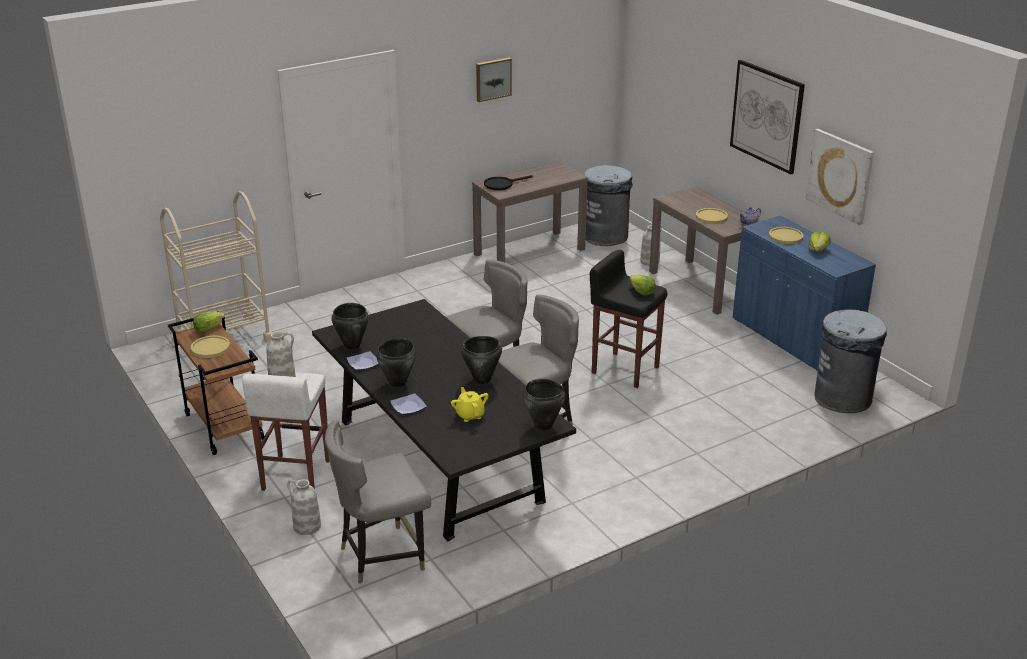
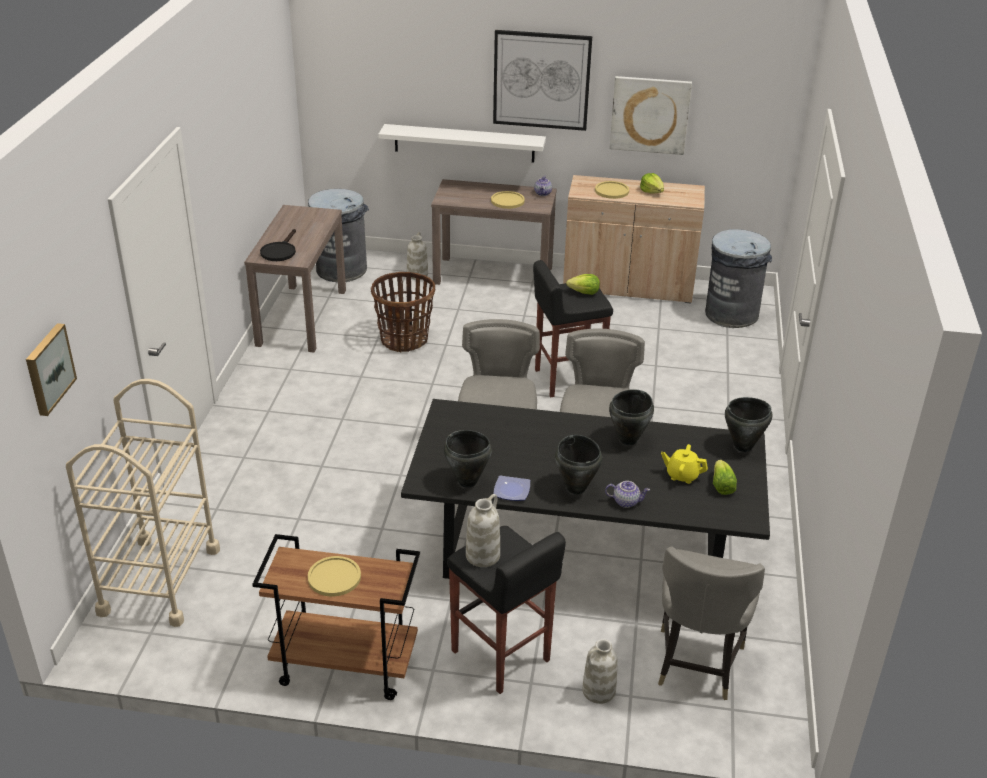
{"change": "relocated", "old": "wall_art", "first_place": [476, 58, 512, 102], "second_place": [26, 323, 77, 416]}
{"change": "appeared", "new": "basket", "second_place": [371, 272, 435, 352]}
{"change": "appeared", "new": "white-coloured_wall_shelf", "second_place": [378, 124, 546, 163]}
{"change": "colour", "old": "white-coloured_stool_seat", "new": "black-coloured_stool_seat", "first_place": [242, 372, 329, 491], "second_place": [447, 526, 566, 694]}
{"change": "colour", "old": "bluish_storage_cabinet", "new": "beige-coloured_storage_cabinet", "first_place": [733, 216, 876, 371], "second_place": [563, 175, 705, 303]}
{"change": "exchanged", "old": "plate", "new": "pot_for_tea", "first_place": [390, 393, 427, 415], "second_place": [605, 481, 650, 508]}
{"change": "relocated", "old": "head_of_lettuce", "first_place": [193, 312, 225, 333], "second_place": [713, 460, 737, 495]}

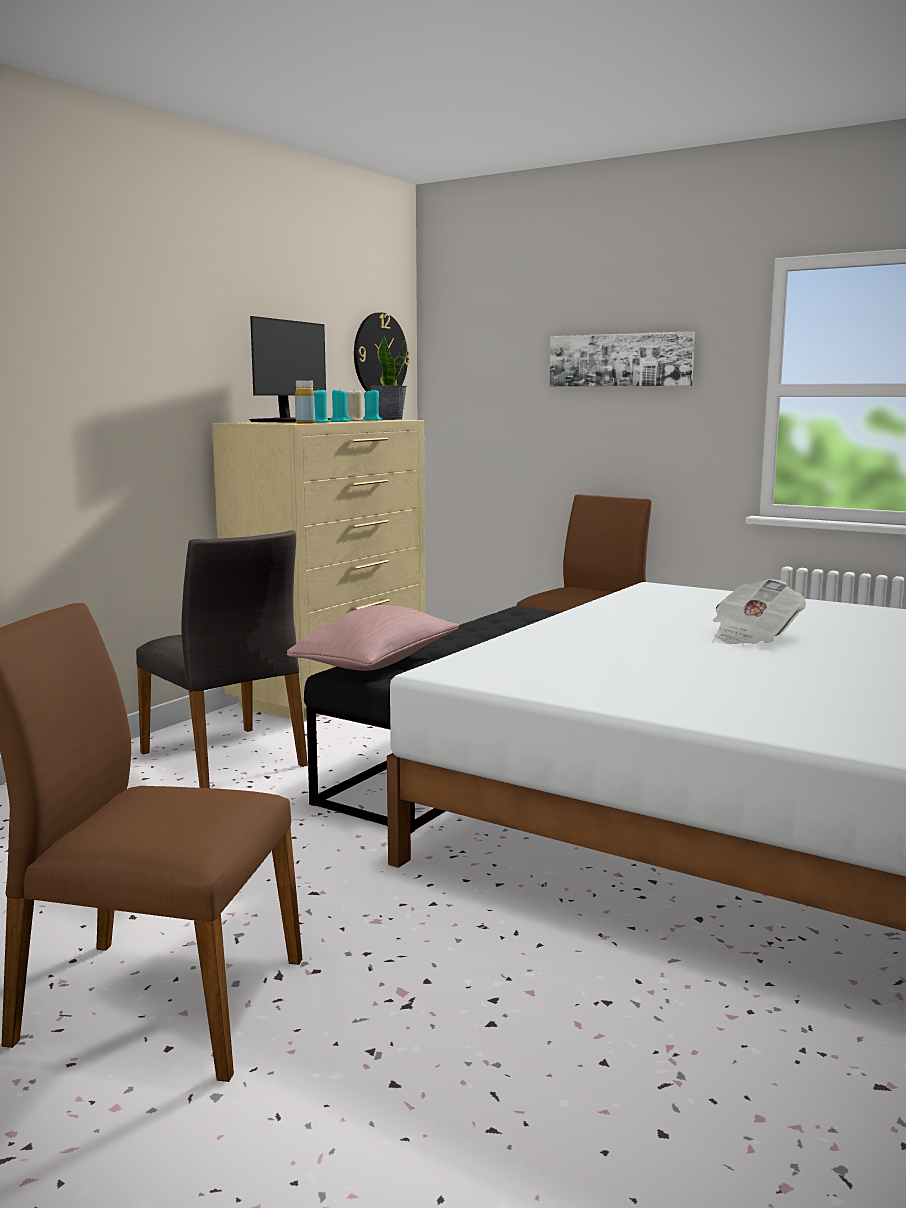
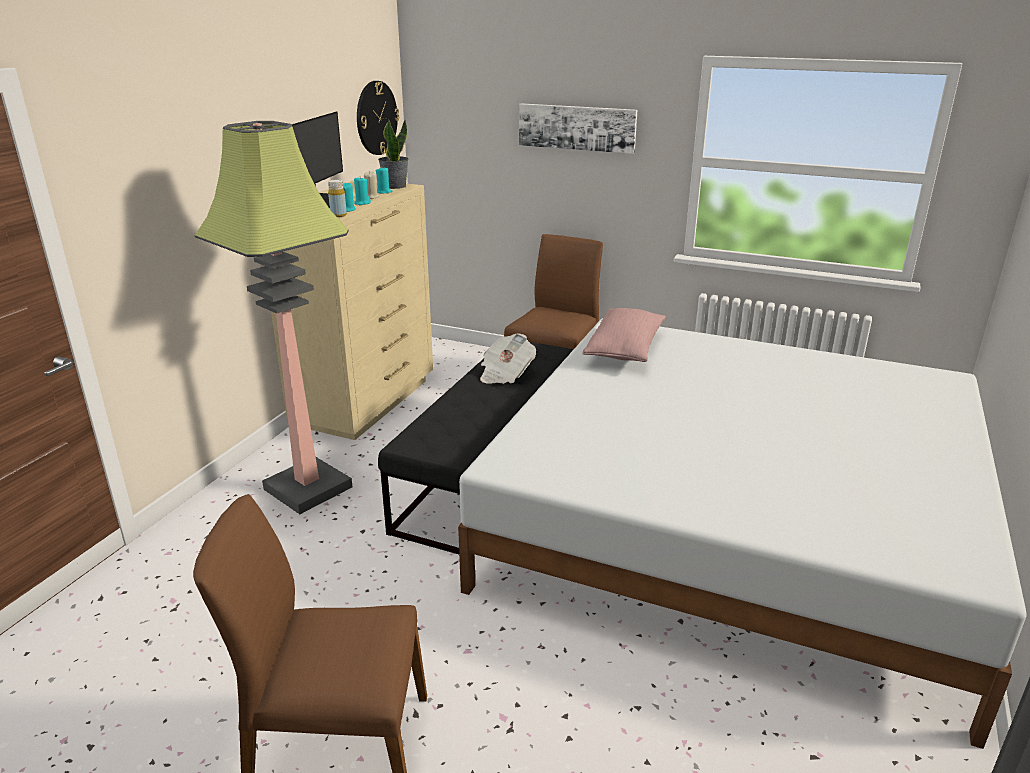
{"change": "exchanged", "old": "grey_upright_chair", "new": "standard_lamp", "first_place": [136, 530, 308, 788], "second_place": [195, 121, 353, 514]}
{"change": "relocated", "old": "newspaper", "first_place": [712, 579, 806, 644], "second_place": [480, 333, 536, 384]}
{"change": "relocated", "old": "pink_cushion", "first_place": [287, 605, 459, 671], "second_place": [583, 308, 666, 362]}

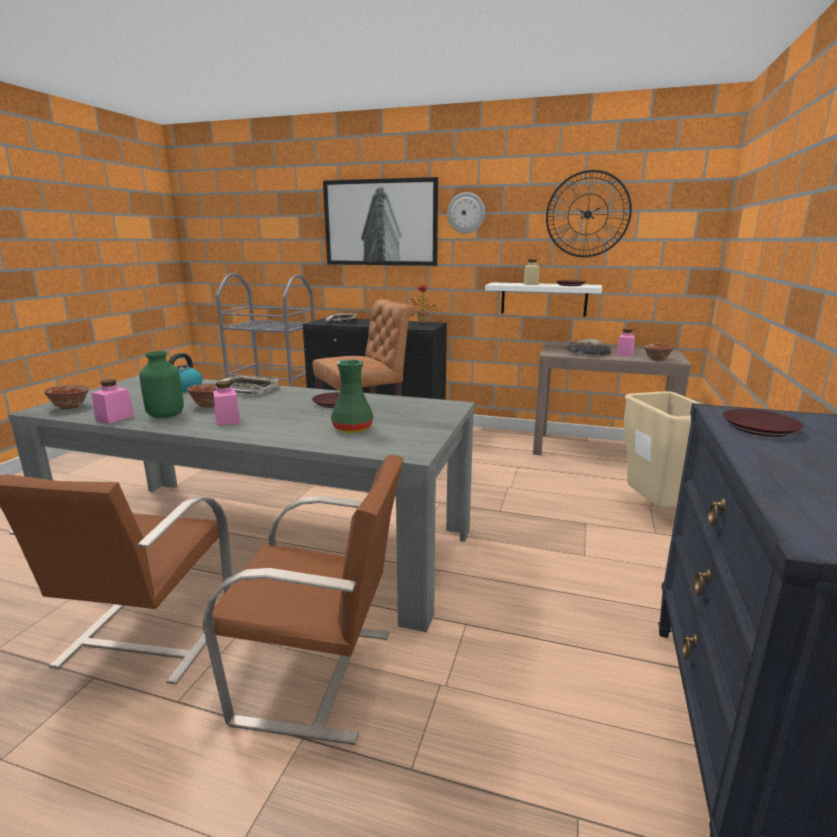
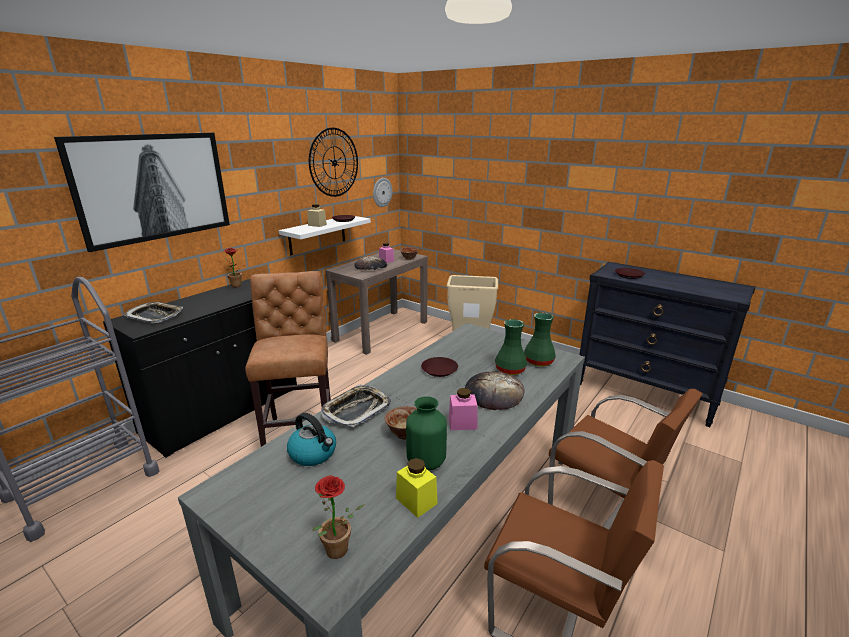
{"change": "exchanged", "old": "bowl", "new": "houseplant", "first_place": [44, 385, 89, 409], "second_place": [312, 475, 365, 559]}
{"change": "relocated", "old": "hanging_clock", "first_place": [447, 192, 485, 234], "second_place": [373, 178, 393, 207]}
{"change": "colour", "old": "pink_preserve_jar", "new": "yellow_preserve_jar", "first_place": [92, 379, 134, 424], "second_place": [396, 458, 438, 518]}
{"change": "appeared", "new": "bakery_bread", "second_place": [465, 372, 524, 410]}
{"change": "appeared", "new": "greenish_flower_vase", "second_place": [524, 312, 556, 367]}
{"change": "spun", "old": "brown_upright_chair", "first_place": [203, 454, 404, 745], "second_place": [548, 389, 703, 530], "degrees": 105}

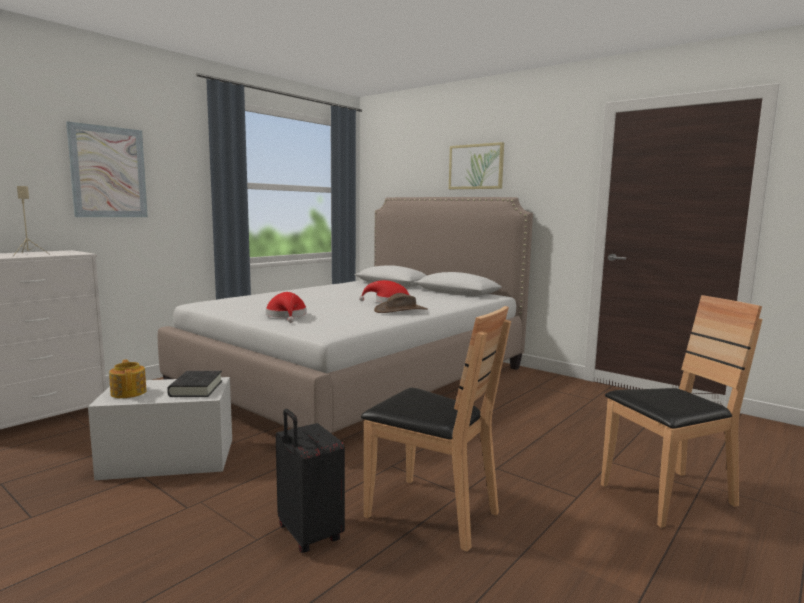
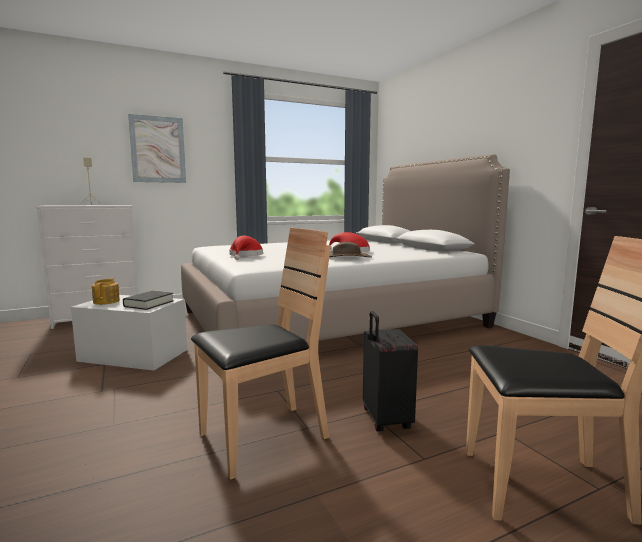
{"change": "spun", "old": "brown_upright_chair", "first_place": [361, 306, 511, 552], "second_place": [191, 228, 331, 480], "degrees": -90}
{"change": "relocated", "old": "black-coloured_piece_of_luggage", "first_place": [276, 409, 345, 553], "second_place": [363, 311, 418, 432]}
{"change": "missing", "old": "wall_art", "first_place": [449, 142, 504, 189]}

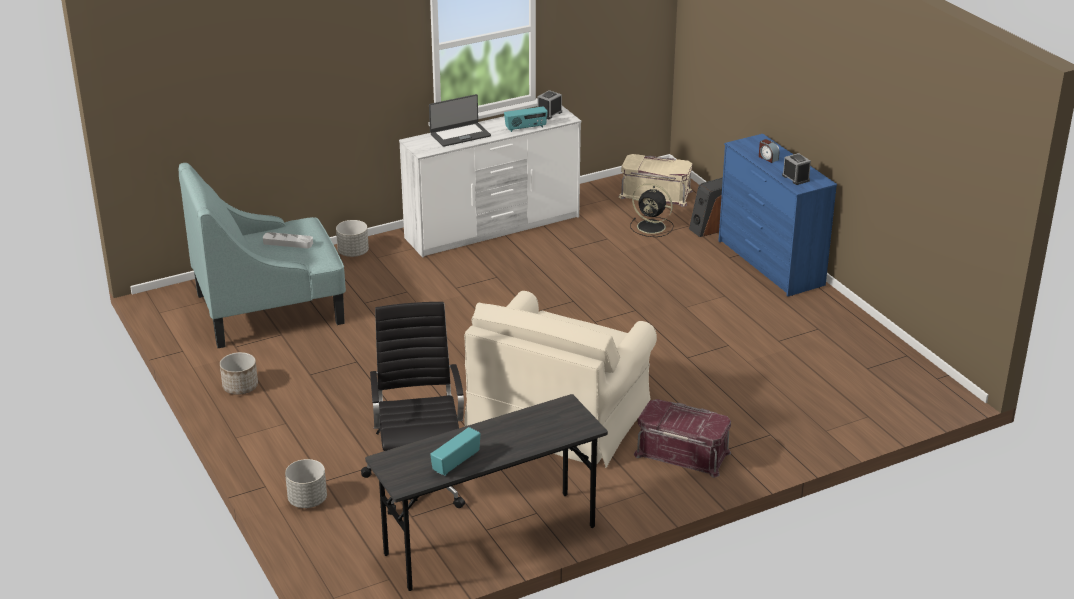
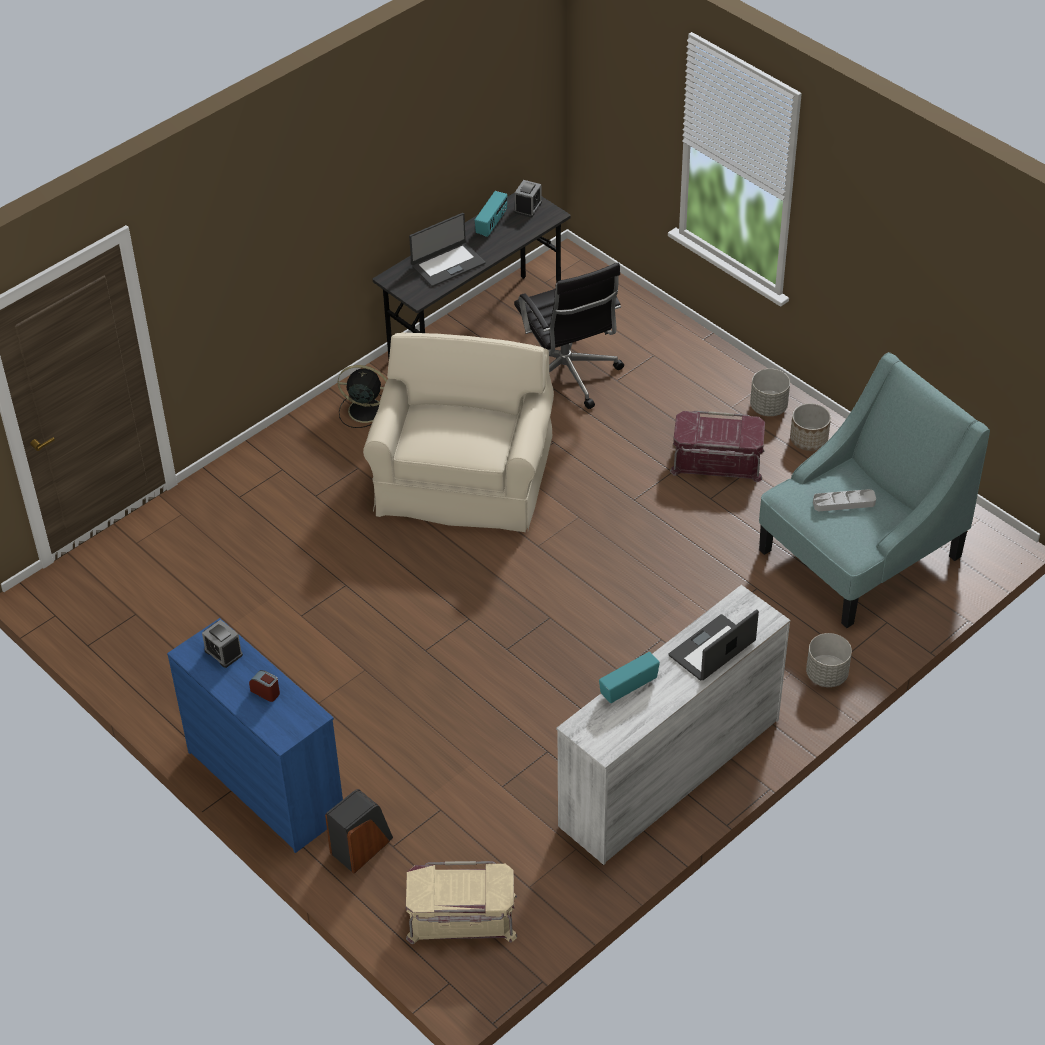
{"change": "relocated", "old": "black-coloured_fan", "first_place": [631, 183, 674, 237], "second_place": [338, 365, 387, 428]}
{"change": "appeared", "new": "notebook_computer", "second_place": [409, 213, 485, 287]}
{"change": "relocated", "old": "table_clock", "first_place": [538, 90, 562, 119], "second_place": [515, 180, 542, 217]}
{"change": "relocated", "old": "red_storage_bin", "first_place": [634, 399, 731, 478], "second_place": [670, 411, 765, 482]}
{"change": "relocated", "old": "grey_flower_pot", "first_place": [285, 459, 327, 508], "second_place": [750, 369, 790, 416]}

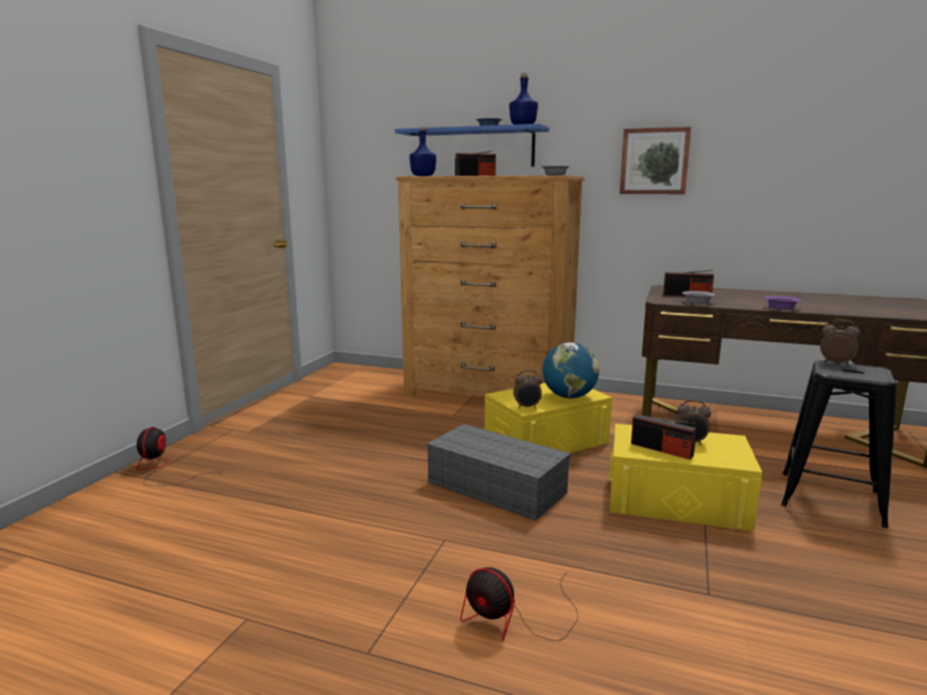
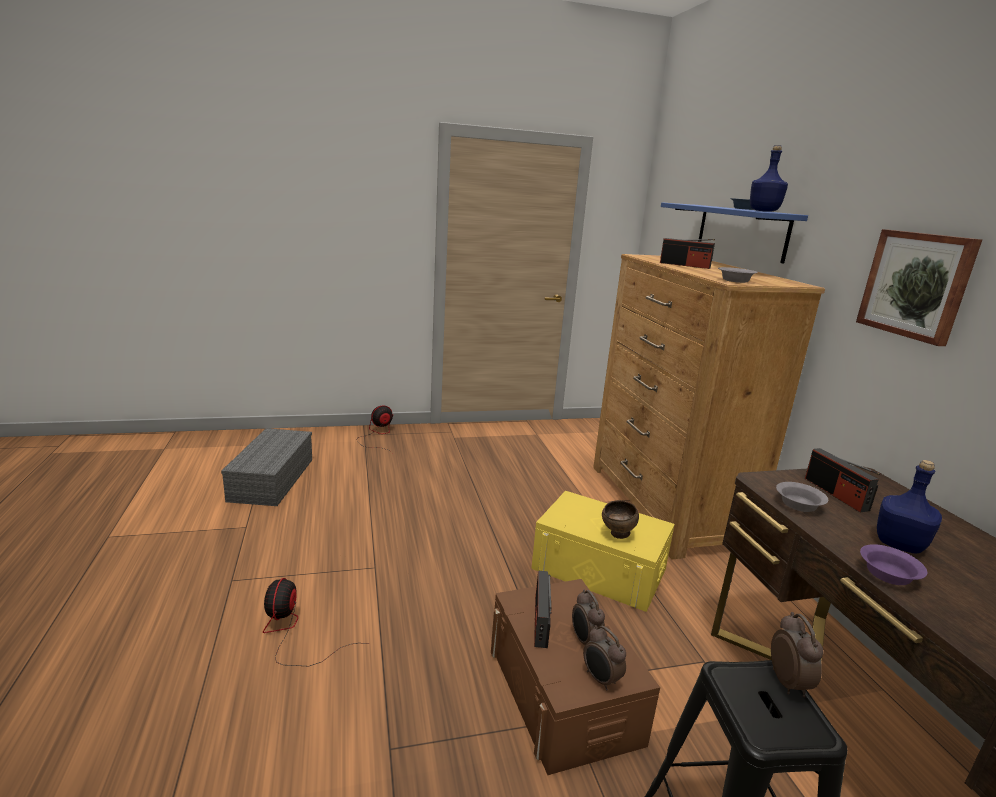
{"change": "relocated", "old": "grey_storage_bin", "first_place": [426, 424, 571, 521], "second_place": [221, 428, 312, 506]}
{"change": "colour", "old": "yellow_storage_bin", "new": "brown_storage_bin", "first_place": [609, 424, 762, 531], "second_place": [491, 579, 660, 775]}
{"change": "relocated", "old": "table_clock", "first_place": [513, 370, 542, 408], "second_place": [583, 625, 626, 691]}
{"change": "exchanged", "old": "globe", "new": "brown_bowl", "first_place": [542, 342, 599, 398], "second_place": [602, 500, 639, 539]}
{"change": "relocated", "old": "bluish_beverage_bottle", "first_place": [410, 126, 436, 176], "second_place": [877, 460, 942, 554]}

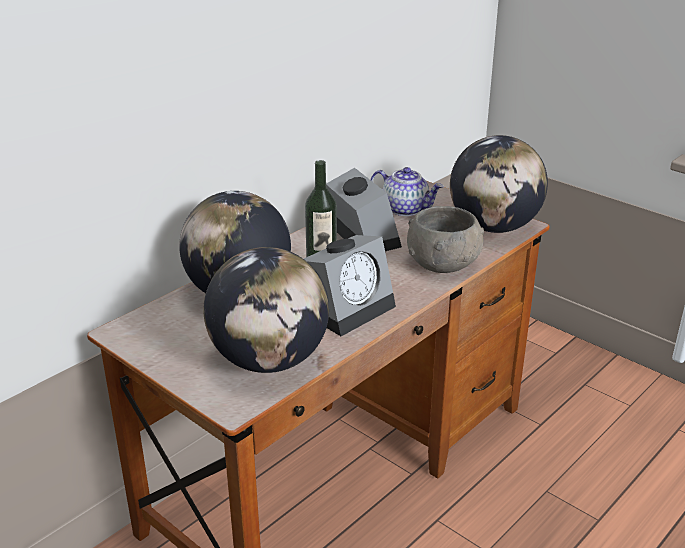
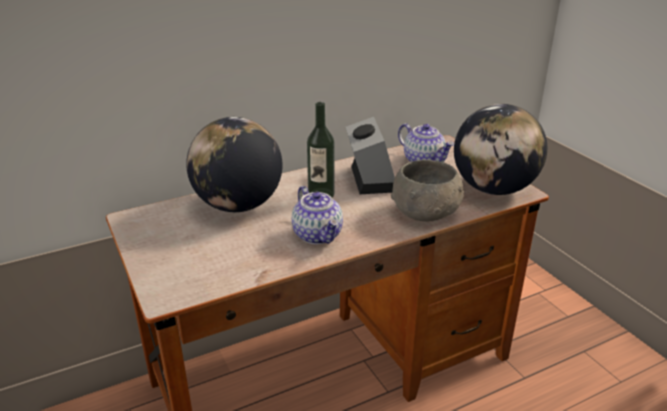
{"change": "exchanged", "old": "table_clock", "new": "pot_for_tea", "first_place": [304, 235, 396, 336], "second_place": [292, 186, 343, 244]}
{"change": "missing", "old": "globe", "first_place": [203, 247, 329, 373]}

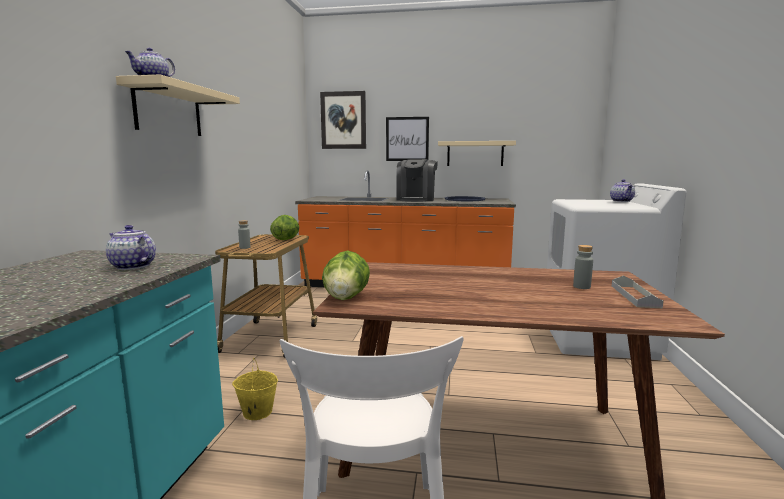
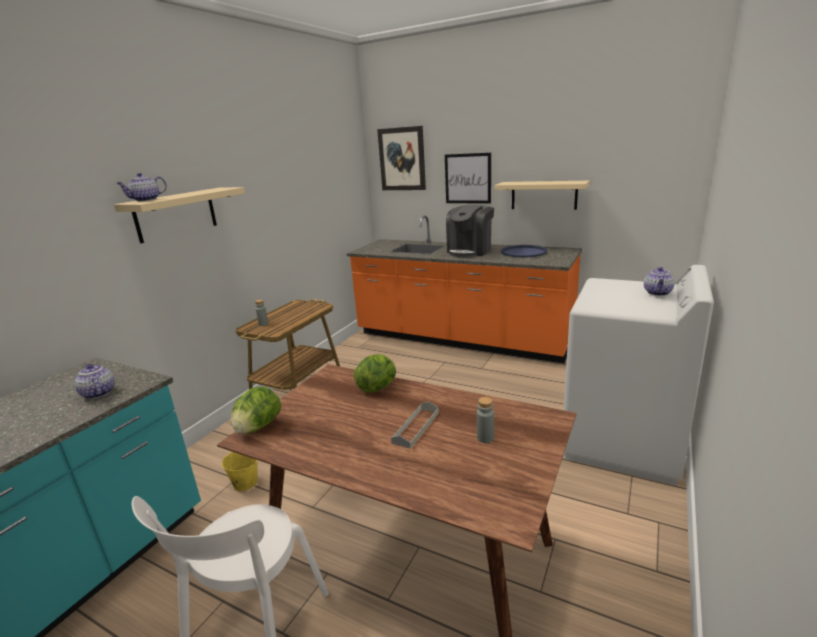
{"change": "relocated", "old": "head_of_lettuce", "first_place": [270, 215, 299, 240], "second_place": [354, 354, 396, 393]}
{"change": "relocated", "old": "grey_tray", "first_place": [612, 275, 664, 308], "second_place": [391, 402, 439, 449]}

